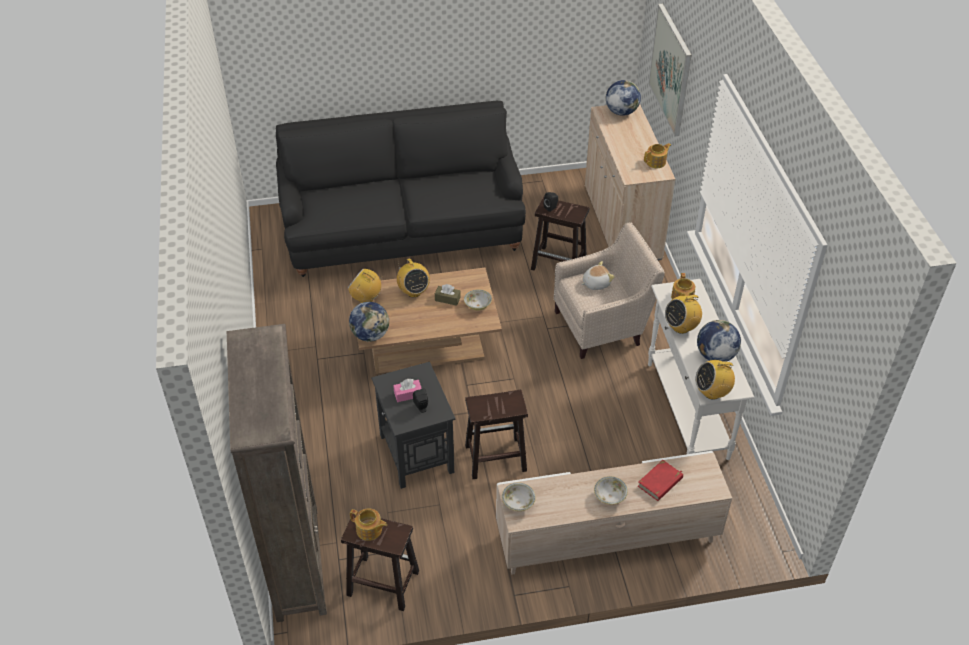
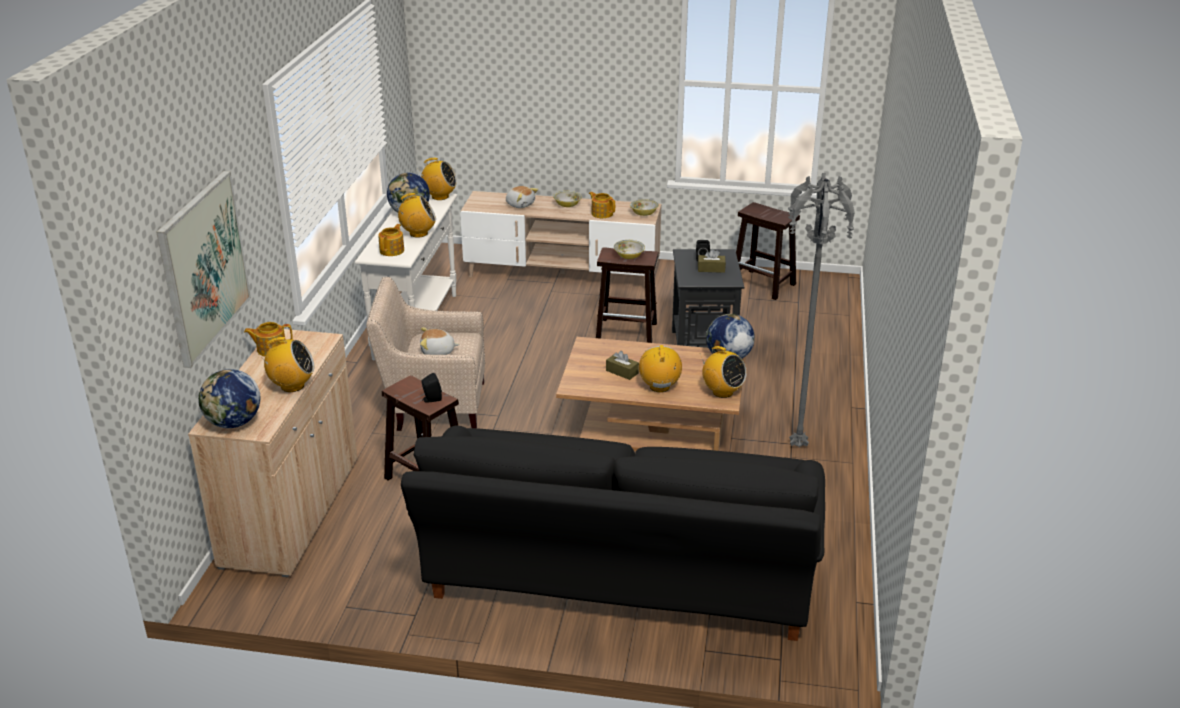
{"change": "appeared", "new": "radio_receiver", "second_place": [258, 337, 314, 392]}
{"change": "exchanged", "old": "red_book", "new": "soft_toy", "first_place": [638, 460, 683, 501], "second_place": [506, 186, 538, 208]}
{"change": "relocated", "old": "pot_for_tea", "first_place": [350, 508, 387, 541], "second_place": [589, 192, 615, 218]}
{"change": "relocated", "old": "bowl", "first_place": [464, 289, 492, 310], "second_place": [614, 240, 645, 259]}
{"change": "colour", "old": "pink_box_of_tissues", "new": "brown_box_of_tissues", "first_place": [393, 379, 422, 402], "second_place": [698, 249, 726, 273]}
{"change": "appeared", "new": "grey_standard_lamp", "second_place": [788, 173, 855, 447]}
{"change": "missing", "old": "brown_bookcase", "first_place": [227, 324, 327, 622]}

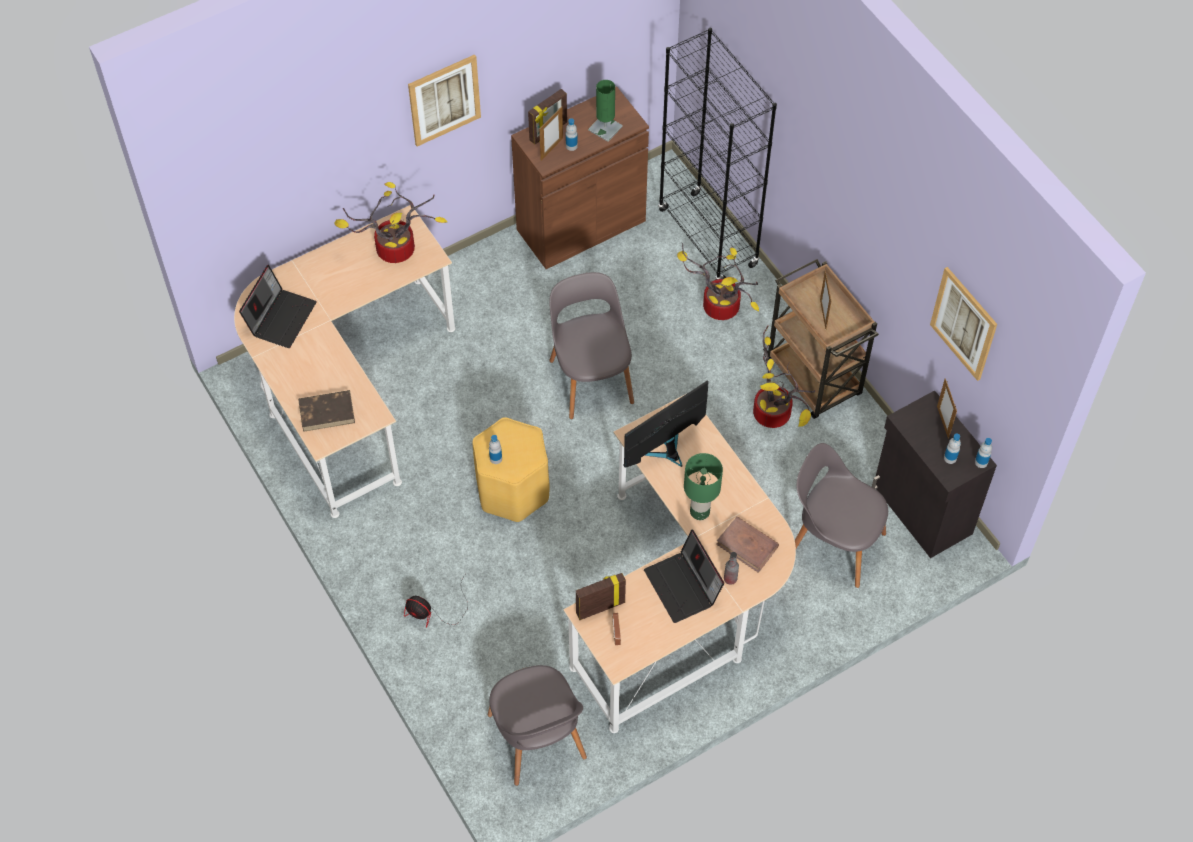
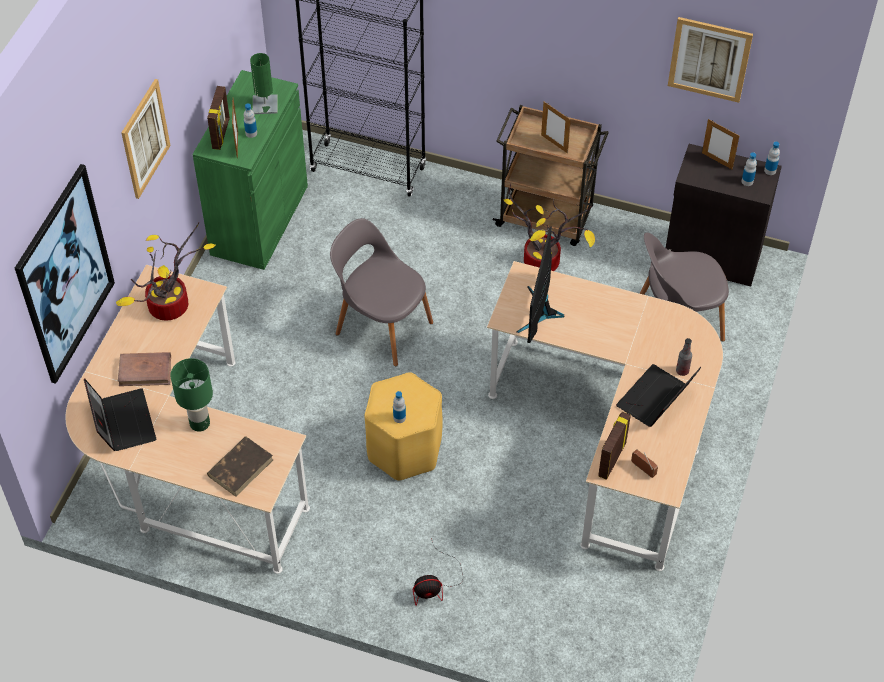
{"change": "appeared", "new": "wall_art", "second_place": [15, 164, 115, 384]}
{"change": "relocated", "old": "brown_book", "first_place": [716, 516, 779, 573], "second_place": [118, 352, 171, 386]}
{"change": "relocated", "old": "greenish_tabletop_lamp", "first_place": [684, 453, 723, 520], "second_place": [170, 358, 213, 432]}
{"change": "colour", "old": "brown_storage_cabinet", "new": "greenish_storage_cabinet", "first_place": [511, 86, 649, 269], "second_place": [192, 70, 308, 270]}
{"change": "spun", "old": "notebook_computer", "first_place": [644, 529, 724, 623], "second_place": [616, 364, 701, 427], "degrees": 105}
{"change": "missing", "old": "grey_upright_chair", "first_place": [488, 665, 587, 786]}
{"change": "missing", "old": "houseplant", "first_place": [677, 243, 759, 320]}

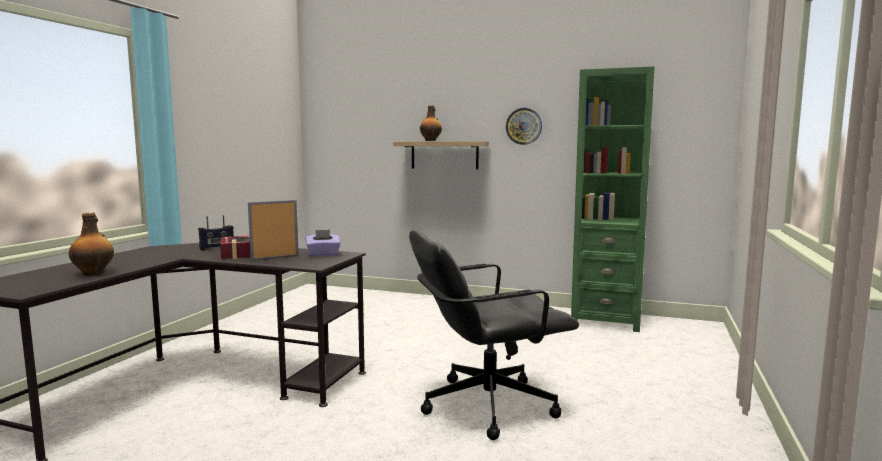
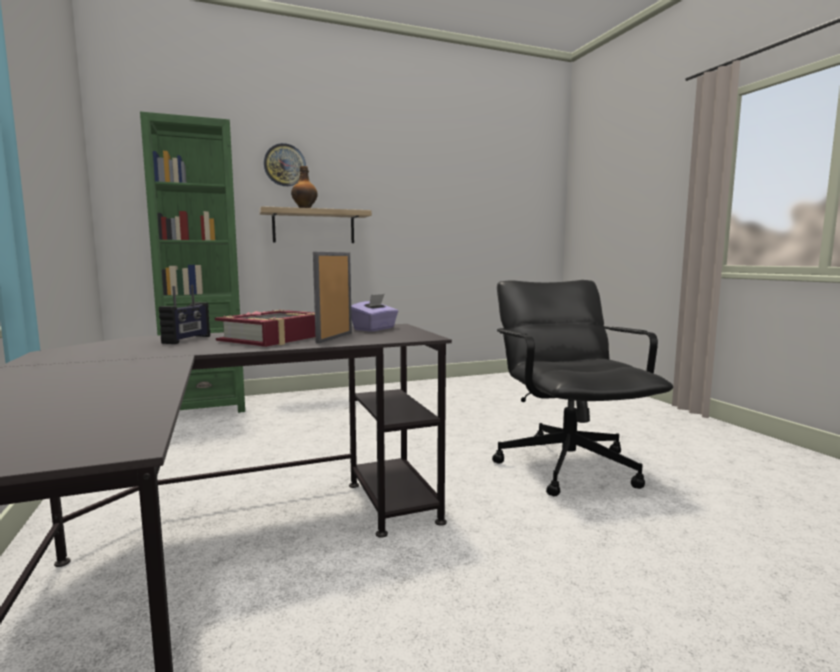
{"change": "relocated", "old": "greenish_bookcase", "first_place": [571, 66, 654, 332], "second_place": [140, 112, 245, 413]}
{"change": "relocated", "old": "hanging_clock", "first_place": [506, 108, 542, 145], "second_place": [264, 143, 306, 186]}
{"change": "spun", "old": "black-coloured_computer_chair", "first_place": [409, 230, 579, 440], "second_place": [492, 280, 673, 496], "degrees": 135}
{"change": "missing", "old": "beverage_bottle", "first_place": [69, 213, 114, 276]}

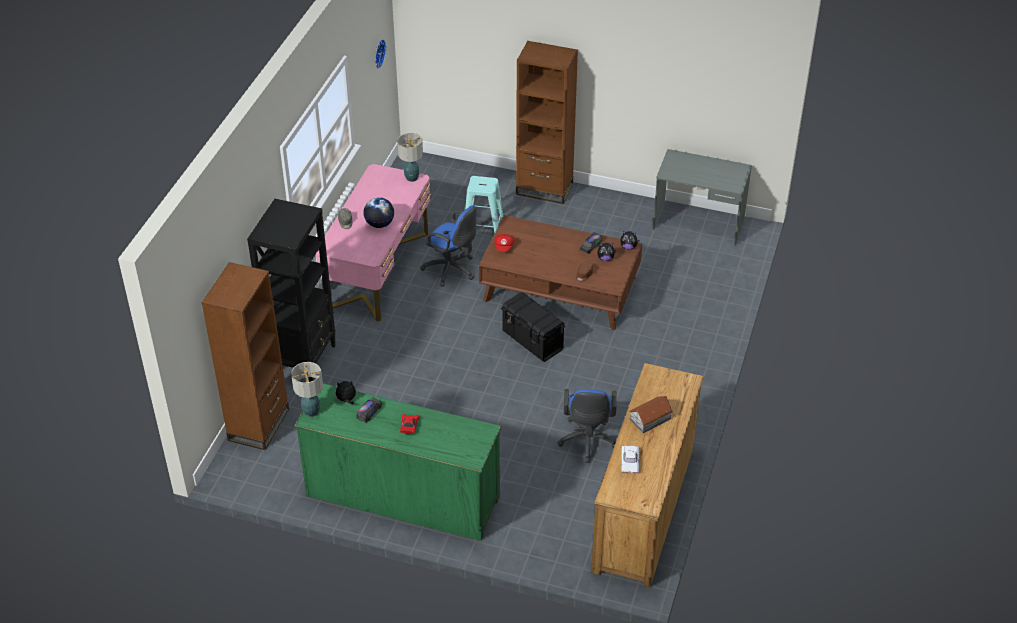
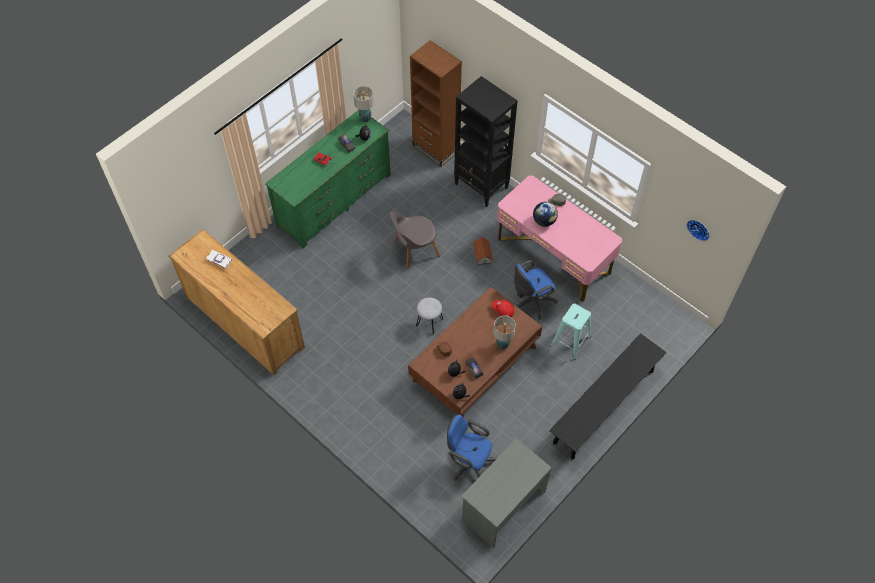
{"change": "appeared", "new": "grey_upright_chair", "second_place": [390, 211, 440, 269]}
{"change": "exchanged", "old": "black-coloured_storage_bin", "new": "grey_stool_seat", "first_place": [501, 292, 566, 362], "second_place": [416, 297, 443, 335]}
{"change": "relocated", "old": "bluish_computer_chair", "first_place": [558, 389, 617, 463], "second_place": [447, 414, 497, 481]}
{"change": "relocated", "old": "model_house", "first_place": [629, 396, 673, 433], "second_place": [473, 237, 493, 265]}
{"change": "relocated", "old": "tabletop_lamp", "first_place": [398, 133, 423, 182], "second_place": [494, 316, 516, 350]}
{"change": "exchanged", "old": "brown_bookcase", "new": "black-coloured_long_seat", "first_place": [516, 41, 578, 204], "second_place": [549, 333, 666, 460]}

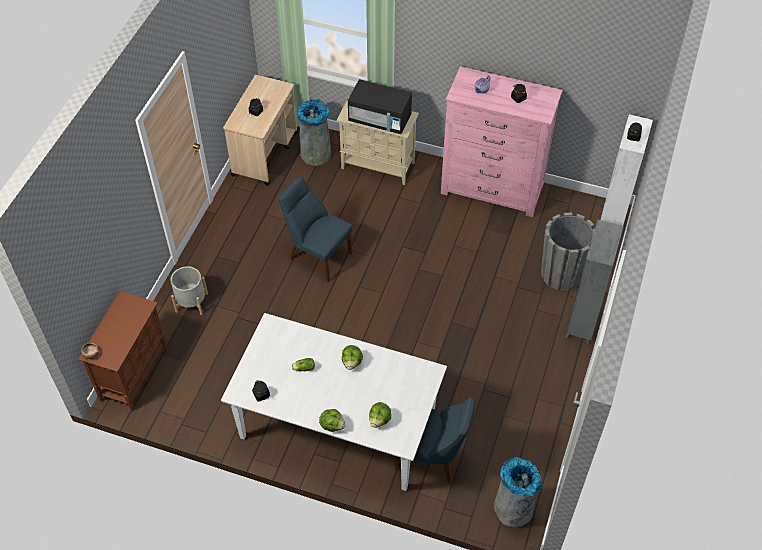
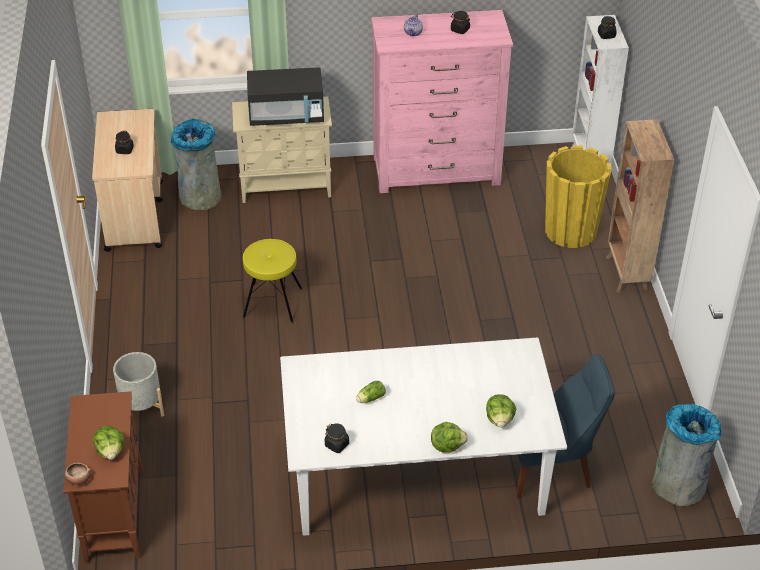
{"change": "relocated", "old": "head_of_lettuce", "first_place": [342, 345, 363, 370], "second_place": [93, 426, 124, 460]}
{"change": "exchanged", "old": "bluish_upright_chair", "new": "yellow_stool_seat", "first_place": [279, 176, 353, 282], "second_place": [243, 239, 302, 323]}
{"change": "colour", "old": "grey_flower_pot", "new": "yellow_flower_pot", "first_place": [541, 213, 595, 291], "second_place": [545, 145, 612, 248]}
{"change": "colour", "old": "grey_bookcase", "new": "brown_bookcase", "first_place": [565, 220, 623, 345], "second_place": [605, 119, 674, 293]}

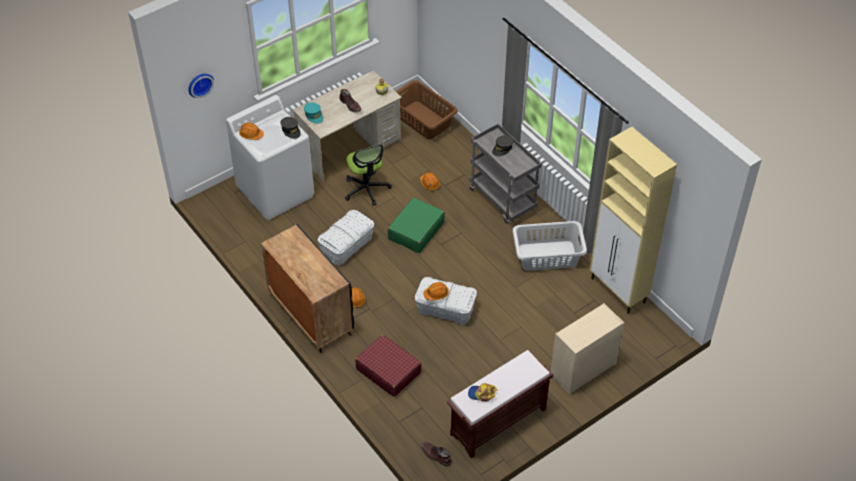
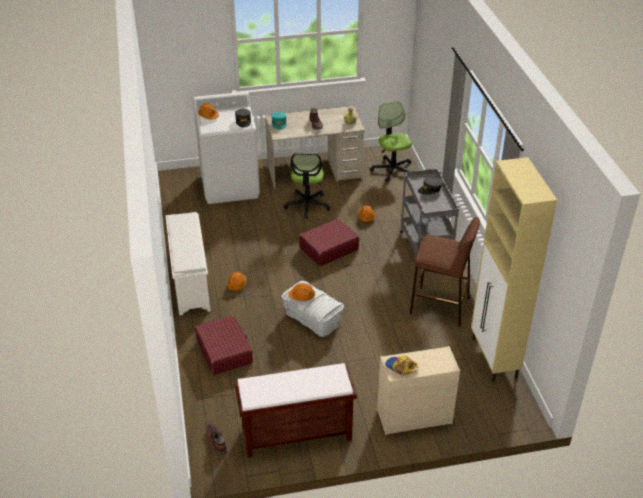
{"change": "exchanged", "old": "black-coloured_storage_cabinet", "new": "white-coloured_shoe_shelf", "first_place": [261, 224, 354, 353], "second_place": [166, 212, 211, 316]}
{"change": "colour", "old": "greenish_piece_of_luggage", "new": "red_piece_of_luggage", "first_place": [388, 198, 445, 253], "second_place": [299, 218, 359, 266]}
{"change": "exchanged", "old": "brown_washing_basket", "new": "computer_chair", "first_place": [396, 80, 458, 139], "second_place": [370, 101, 412, 182]}
{"change": "relocated", "old": "cap", "first_place": [468, 383, 497, 402], "second_place": [385, 356, 418, 375]}
{"change": "exchanged", "old": "grey_washing_basket", "new": "brown_stool_seat", "first_place": [512, 221, 587, 271], "second_place": [410, 217, 480, 326]}
{"change": "missing", "old": "hanging_clock", "first_place": [188, 73, 214, 98]}
{"change": "missing", "old": "white-coloured_storage_bin", "first_place": [318, 210, 374, 266]}

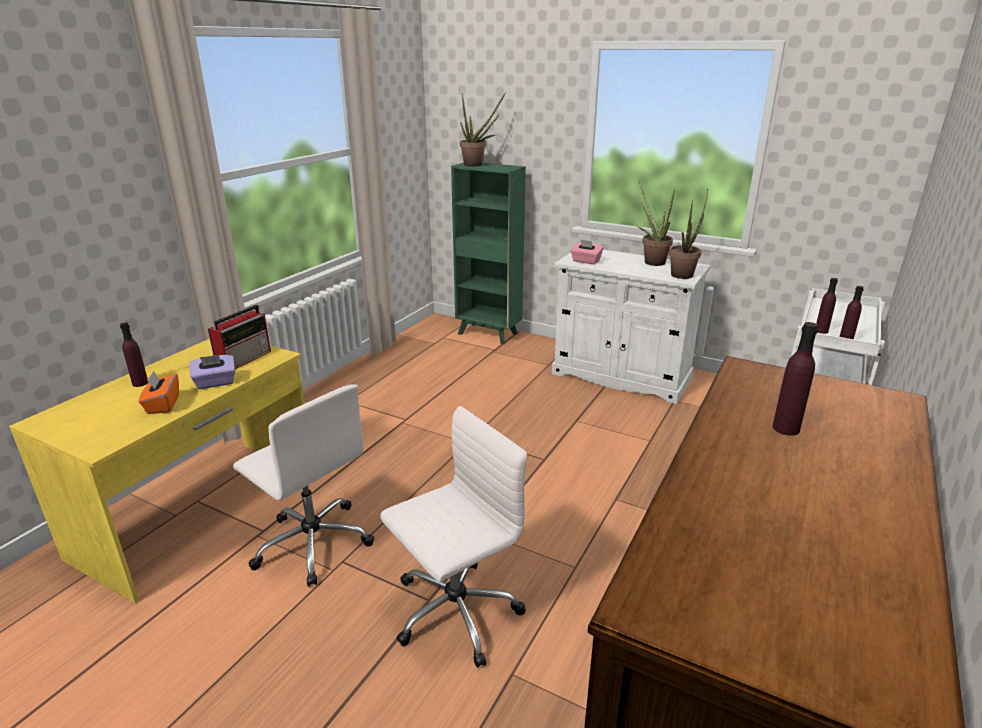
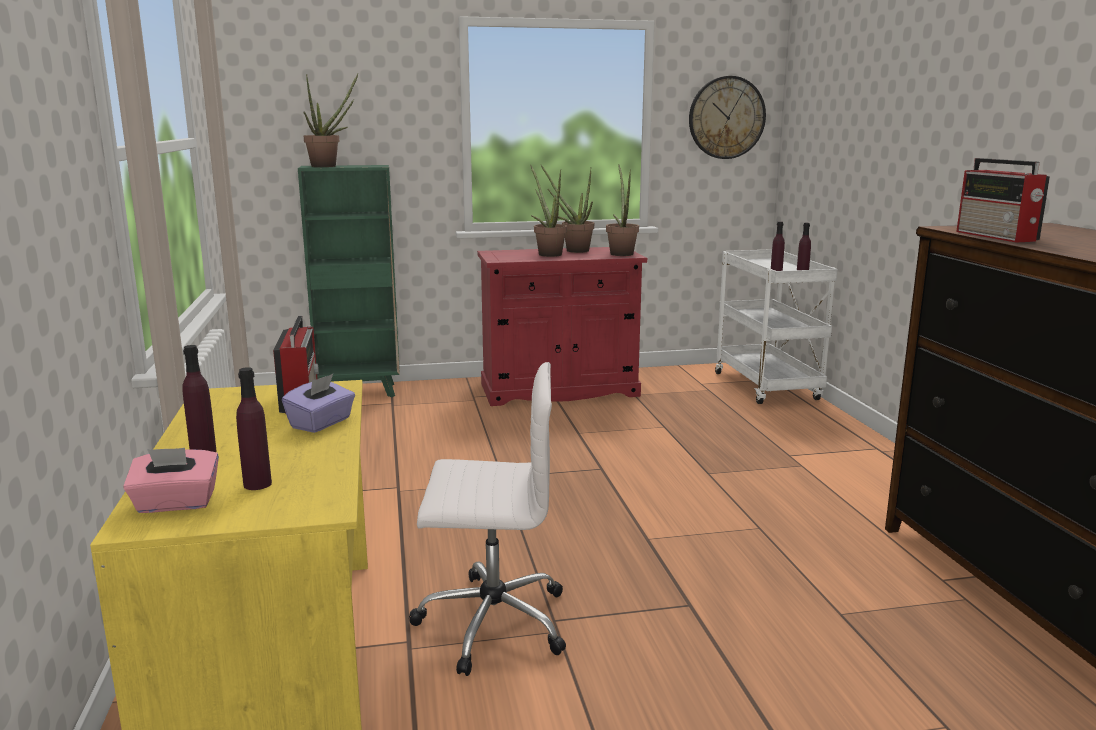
{"change": "relocated", "old": "pink_box_of_tissues", "first_place": [571, 240, 603, 264], "second_place": [123, 448, 219, 513]}
{"change": "relocated", "old": "purple-coloured_beverage_bottle", "first_place": [773, 322, 818, 436], "second_place": [236, 367, 272, 490]}
{"change": "colour", "old": "white-coloured_storage_cabinet", "new": "red_storage_cabinet", "first_place": [552, 250, 711, 404], "second_place": [477, 247, 647, 406]}
{"change": "appeared", "new": "houseplant", "second_place": [530, 165, 567, 257]}
{"change": "appeared", "new": "hanging_clock", "second_place": [689, 76, 766, 159]}
{"change": "appeared", "new": "radio_receiver", "second_place": [956, 158, 1050, 243]}
{"change": "missing", "old": "orange_box_of_tissues", "first_place": [139, 371, 179, 414]}
{"change": "missing", "old": "white-coloured_computer_chair", "first_place": [380, 406, 527, 668]}

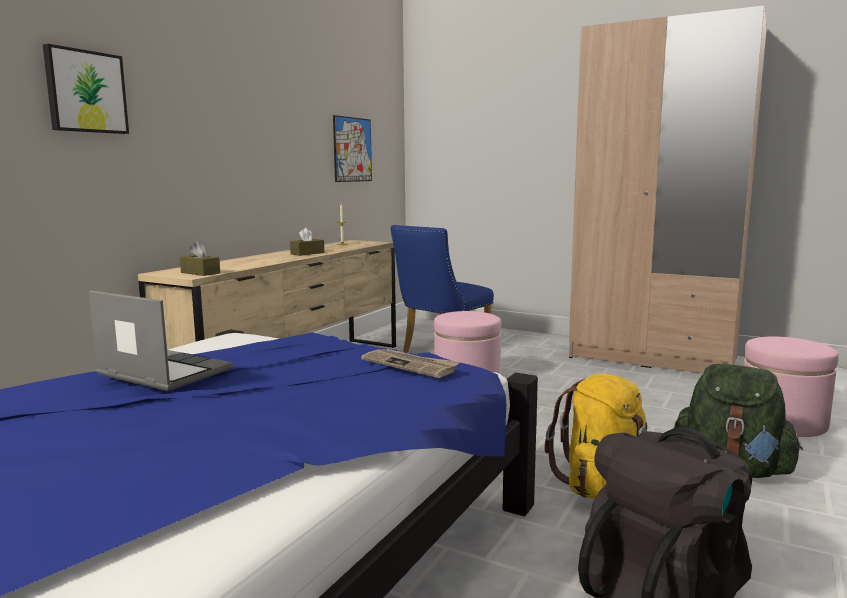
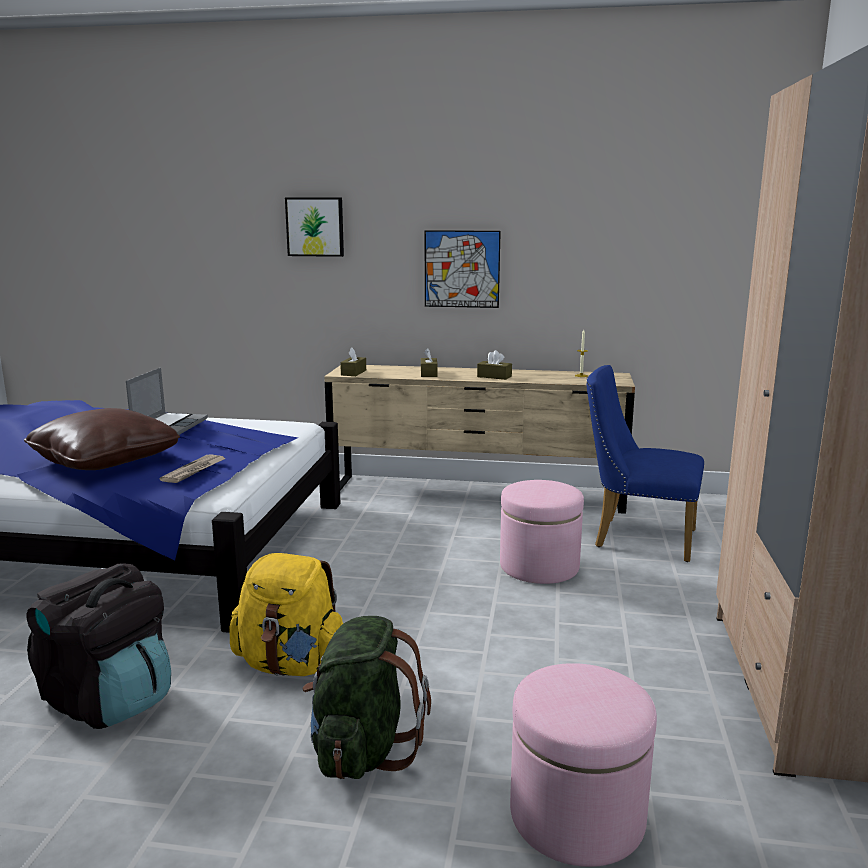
{"change": "appeared", "new": "brown_cushion", "second_place": [24, 408, 180, 470]}
{"change": "appeared", "new": "brown_box_of_tissues", "second_place": [421, 348, 437, 377]}
{"change": "relocated", "old": "wall_art", "first_place": [333, 115, 372, 182], "second_place": [425, 230, 501, 308]}

